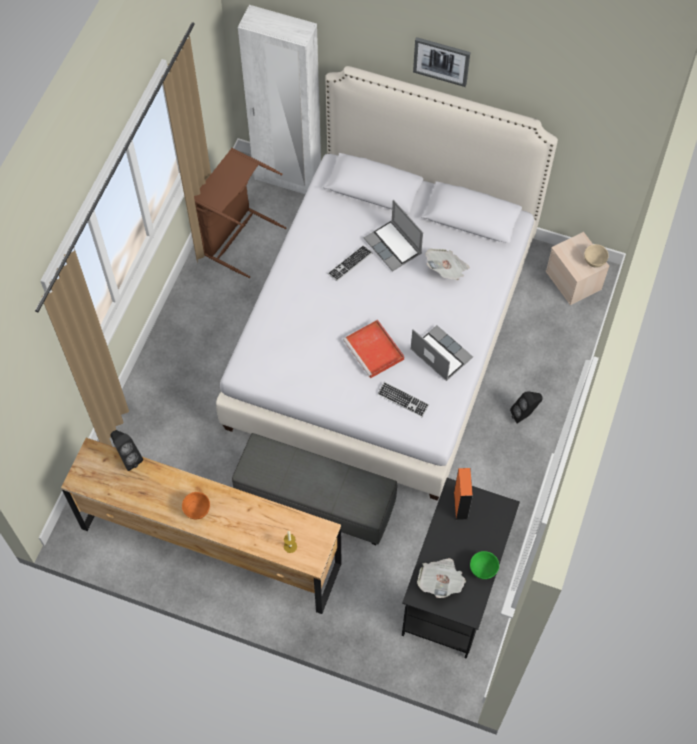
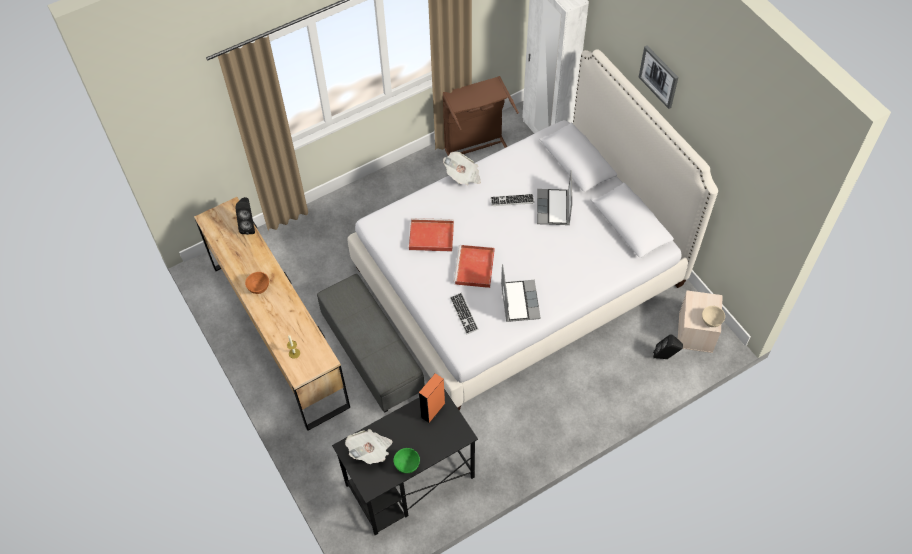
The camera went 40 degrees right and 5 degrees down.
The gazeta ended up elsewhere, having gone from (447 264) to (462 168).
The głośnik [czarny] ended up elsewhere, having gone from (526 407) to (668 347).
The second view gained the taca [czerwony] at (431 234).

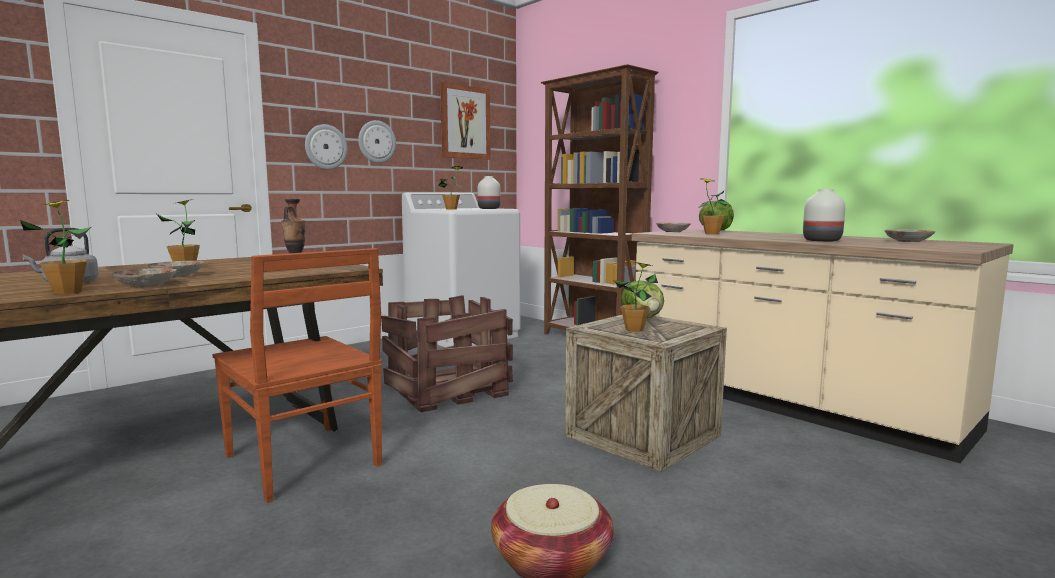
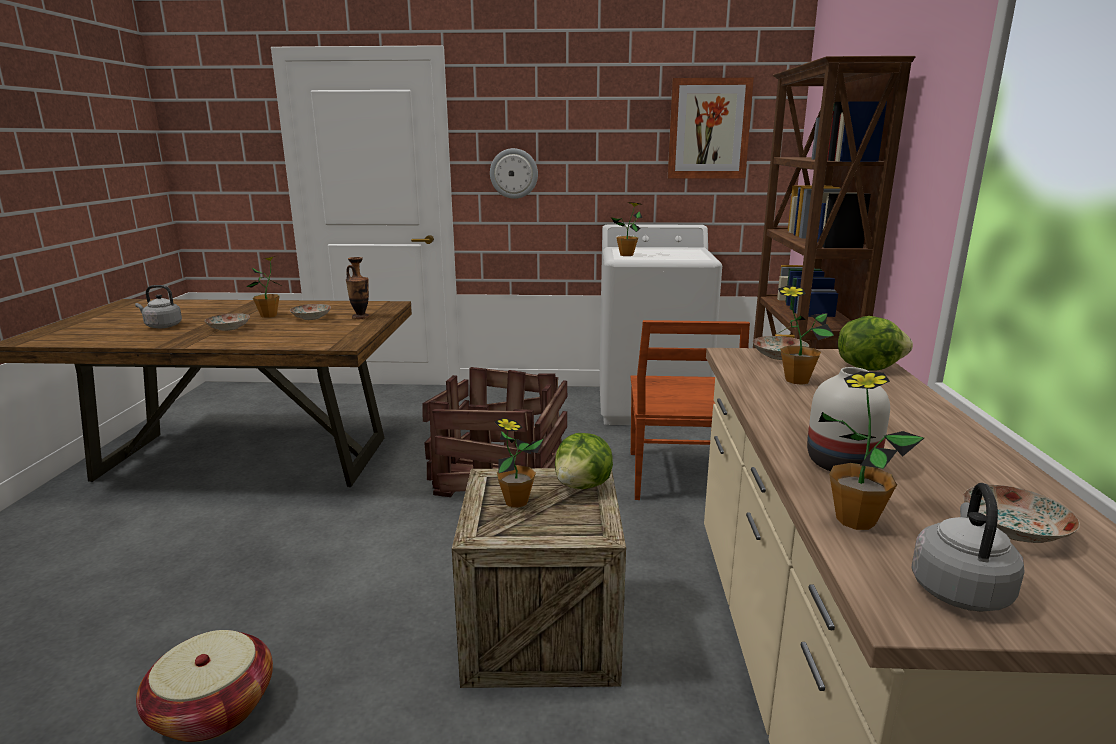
The camera went 45 degrees right and 10 degrees up.
The roślina doniczkowa ended up elsewhere, having gone from (55 247) to (871 450).
The talerz ended up elsewhere, having gone from (144 277) to (310 312).
The krzesło [brązowy] ended up elsewhere, having gone from (297 375) to (690 410).
The second view lost the zegar ścienny at (377 141).
The second view lost the wazon [biały] at (489 192).
The second view gained the czajnik [szary] at (968 547).

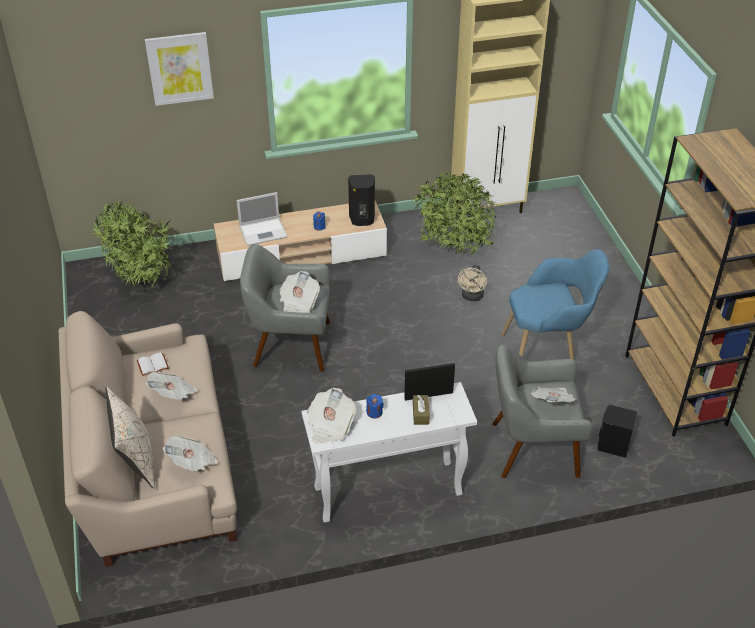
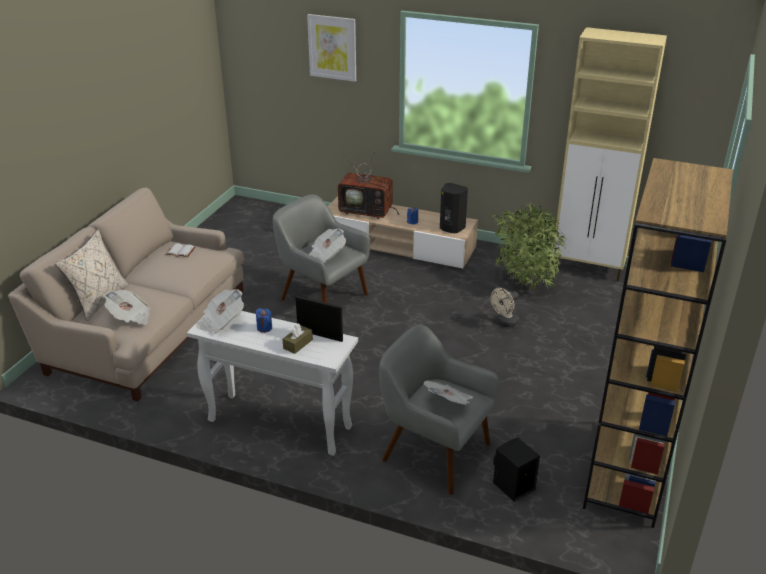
The camera went 35 degrees right and 10 degrees down.
The second view lost the roślina doniczkowa at (131 243).
The second view lost the gazeta at (171 386).
Where the laptop stood at (261 219), the telewizor came to stand at (368 186).
The second view lost the fotel [niebieski] at (555 304).

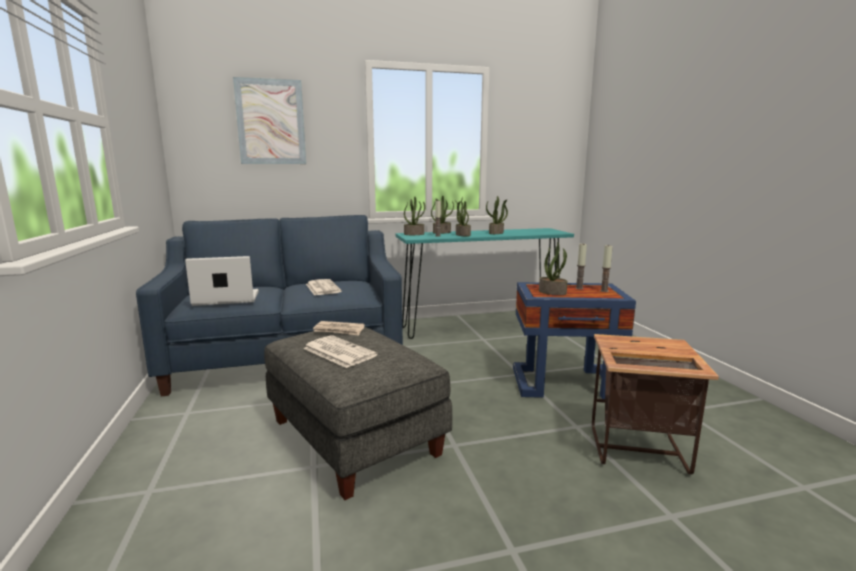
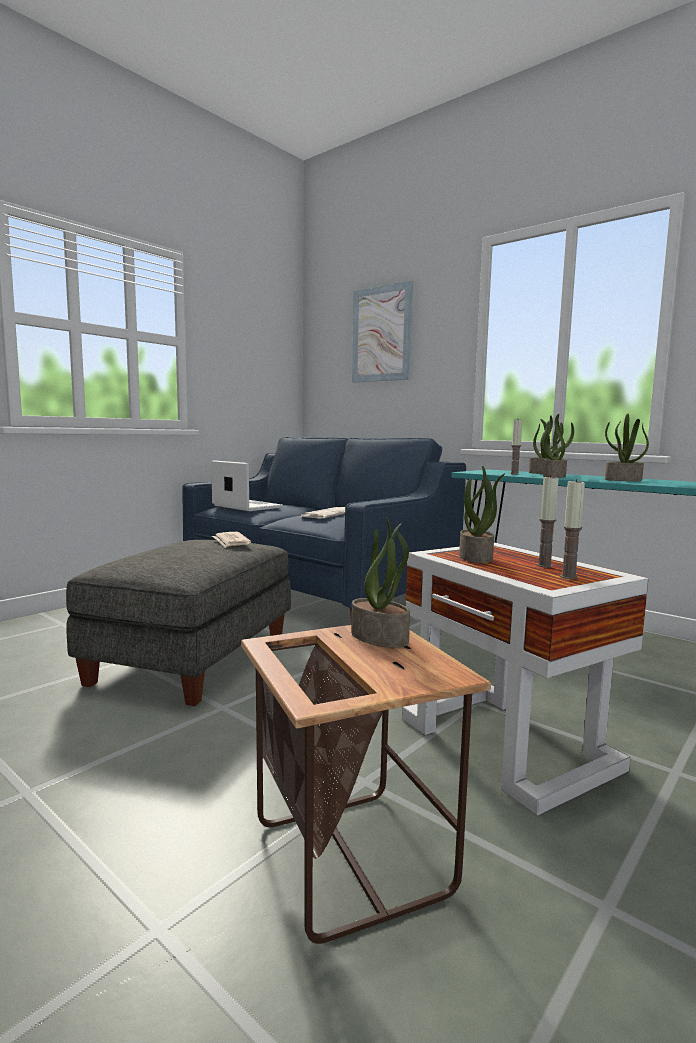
The camera went 55 degrees right and 5 degrees down.
The second view lost the gazeta at (340 351).
The roślina doniczkowa ended up elsewhere, having gone from (414 216) to (380 582).
What was the stolik [niebieski] at (574 340) turned into the stolik [biały] at (525 679).

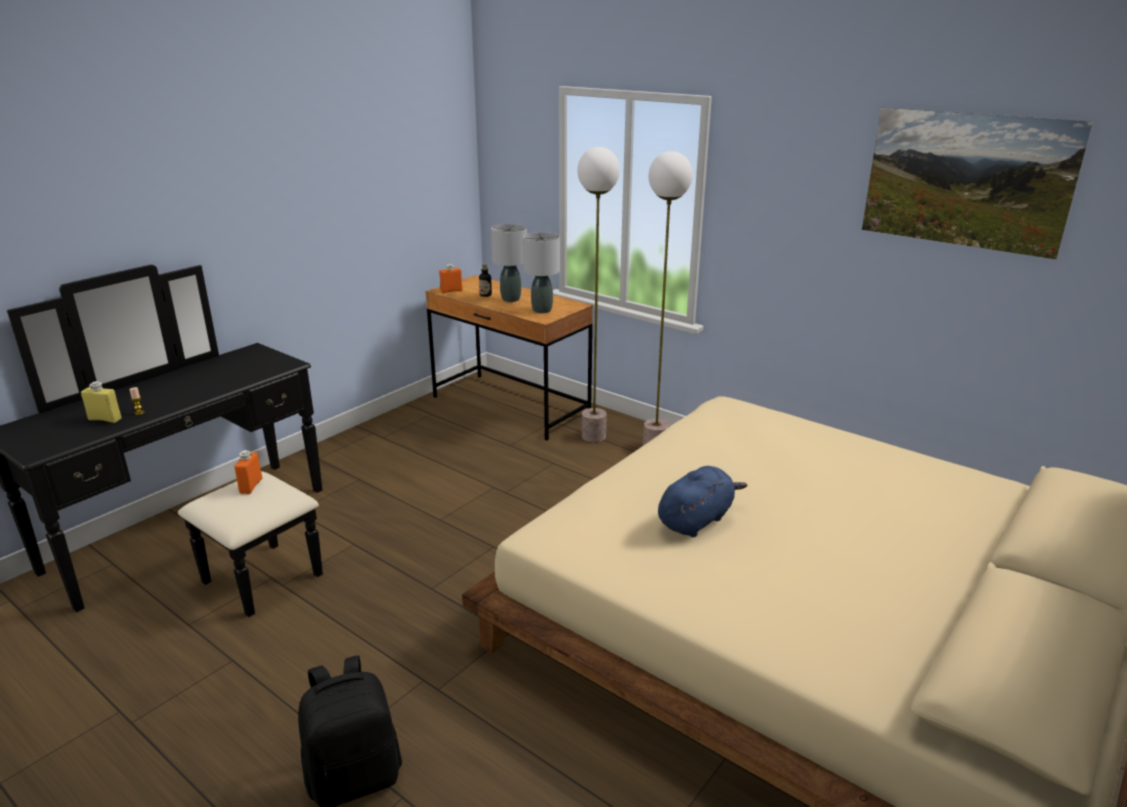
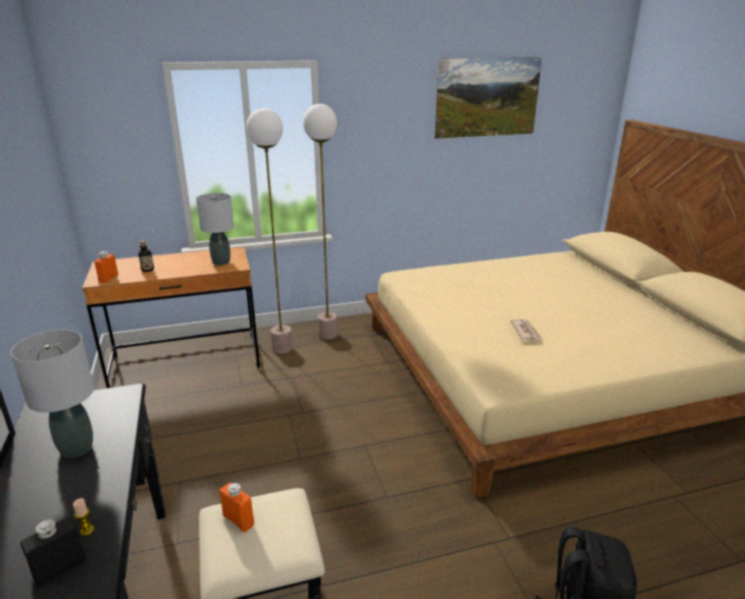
The camera went 55 degrees left and 0 degrees up.
What was the butelka [żółty] at (101 402) turned into the butelka [czarny] at (53 552).
The lampa stołowa [szary] ended up elsewhere, having gone from (509 263) to (52 394).
Where the pluszak [niebieski] stood at (703 501), the gazeta came to stand at (526 330).

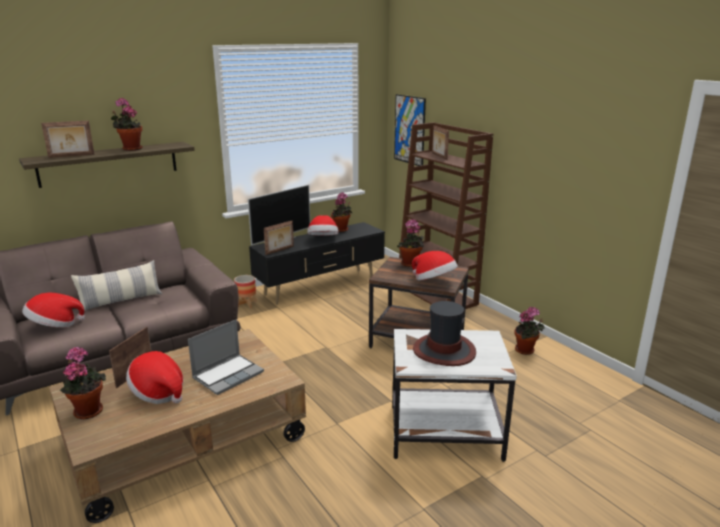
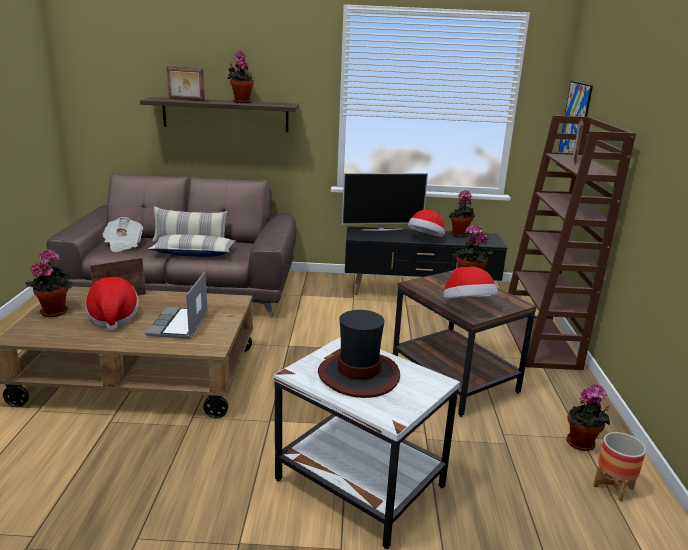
The camera went 35 degrees right and 0 degrees up.
Where the kapelusz stood at (53 310), the gazeta came to stand at (122 234).
The laptop at (226 357) ended up facing another way, 105 degrees clockwise from before.
The donica ended up elsewhere, having gone from (245 292) to (619 466).
The second view lost the ramka na zdjęcie at (279 237).
The second view gained the poduszka at (192 245).

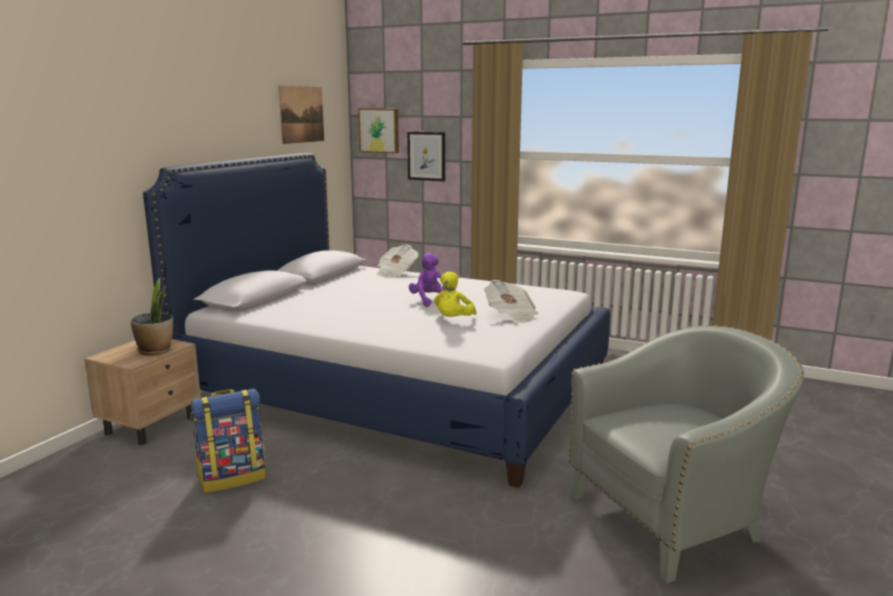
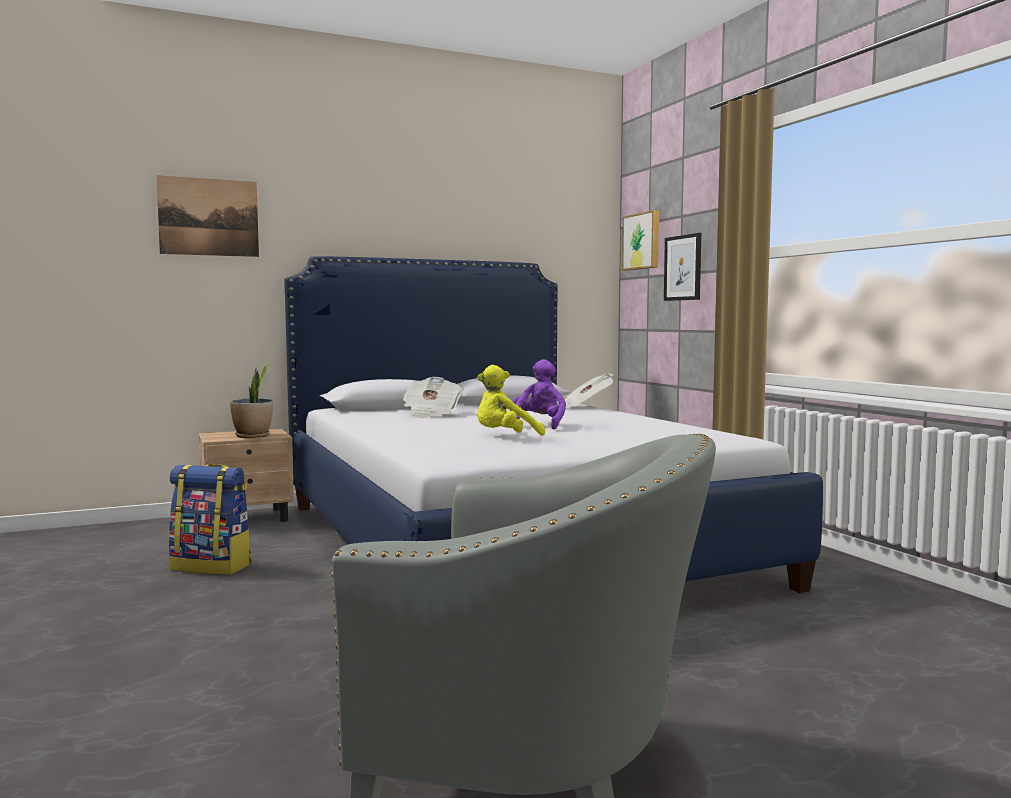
The camera went 40 degrees right and 10 degrees down.
The obraz ended up elsewhere, having gone from (301 115) to (208 216).
The gazeta ended up elsewhere, having gone from (511 302) to (432 397).

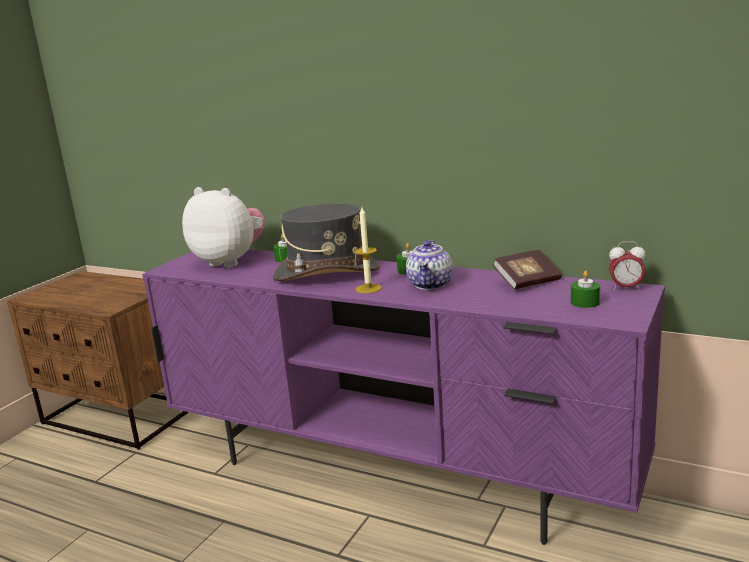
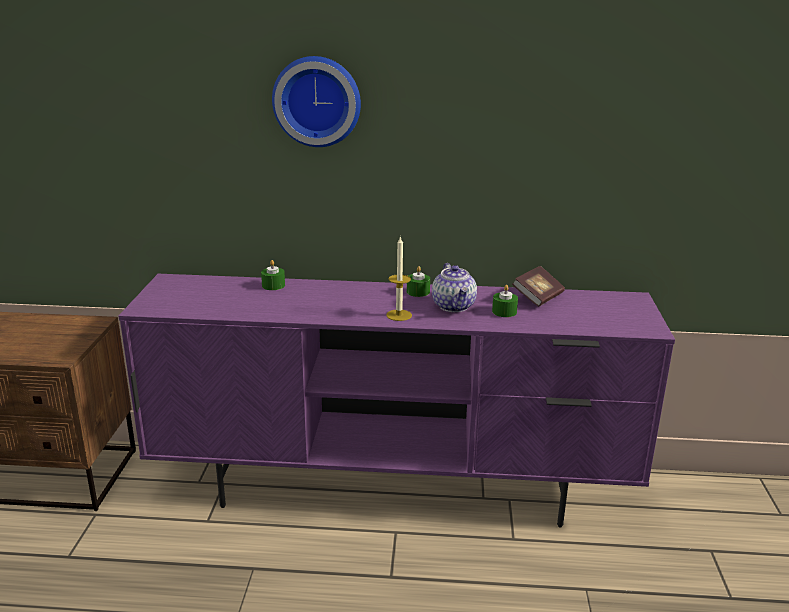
The camera went 25 degrees left and 5 degrees up.
The second view lost the pluszak at (223 227).
The second view lost the kapelusz [szary] at (326 242).
The świeca [zielony] ended up elsewhere, having gone from (585 289) to (505 301).
The second view lost the budzik at (627 266).
The second view gained the zegar ścienny at (316 101).

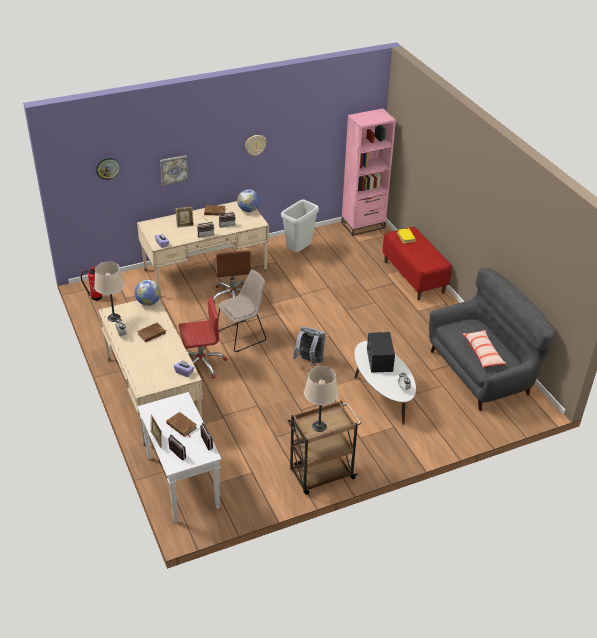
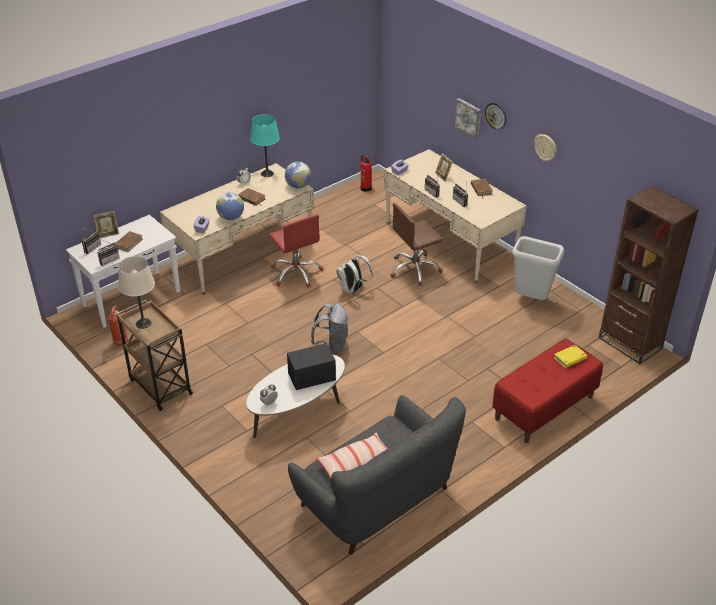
The camera went 75 degrees right and 0 degrees up.
What was the lampa stołowa [beżowy] at (109 291) turned into the lampa stołowa [turkusowy] at (265 145).
The zegar ścienny ended up elsewhere, having gone from (108 168) to (496 116).
Where the krzesło [beżowy] stood at (242 311), the plecak [biały] came to stand at (354 274).
The globus ended up elsewhere, having gone from (248 200) to (230 206).
What was the regał [różowy] at (368 172) turned into the regał [brązowy] at (649 274).
The second view gained the gaśnica at (118 325).

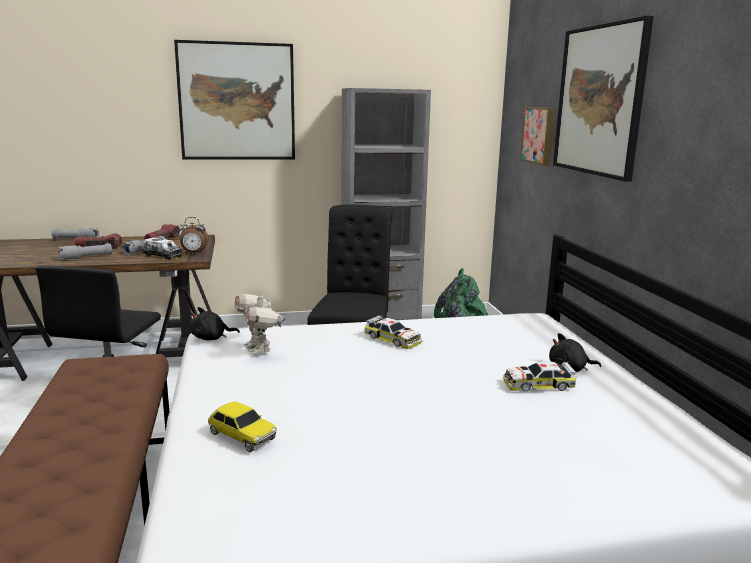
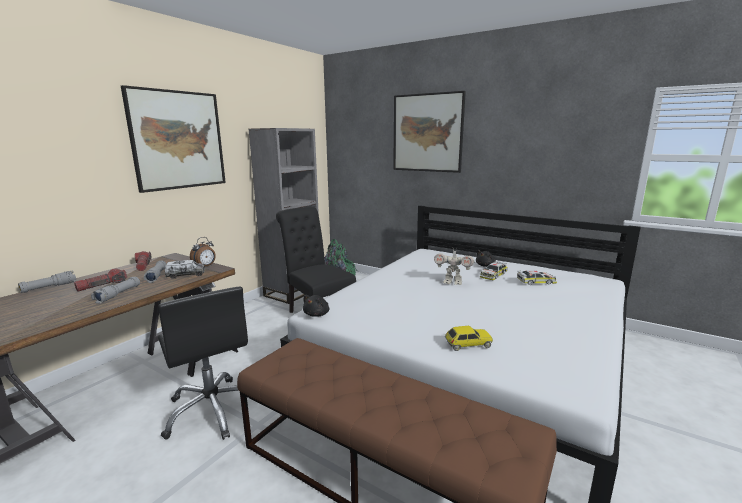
The camera went 45 degrees left and 0 degrees up.
The robot zabawkowy ended up elsewhere, having gone from (259 322) to (454 267).
The samochodzik ended up elsewhere, having gone from (393 332) to (537 277).
The second view lost the obraz at (537 136).

